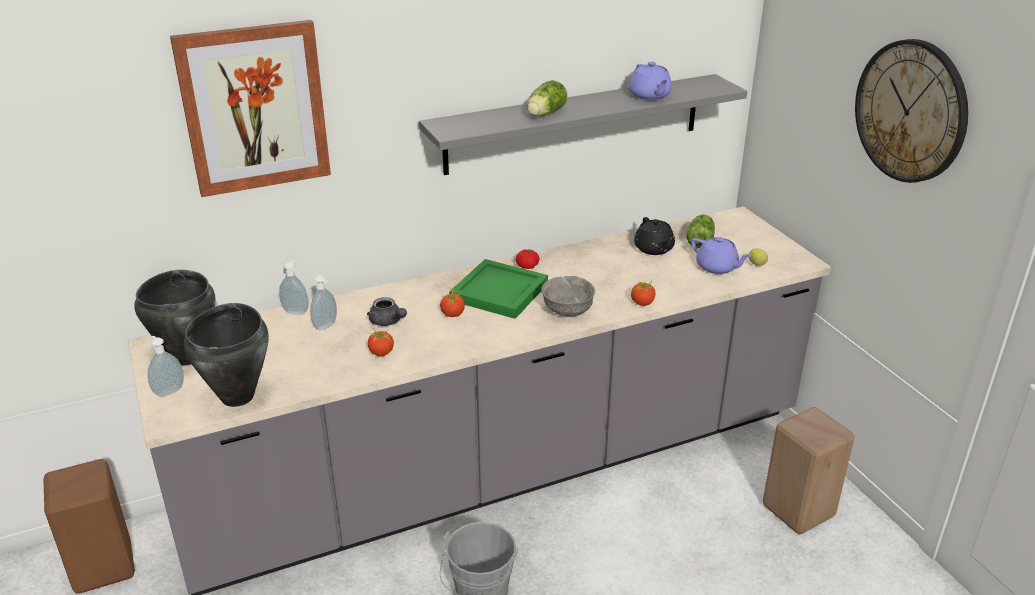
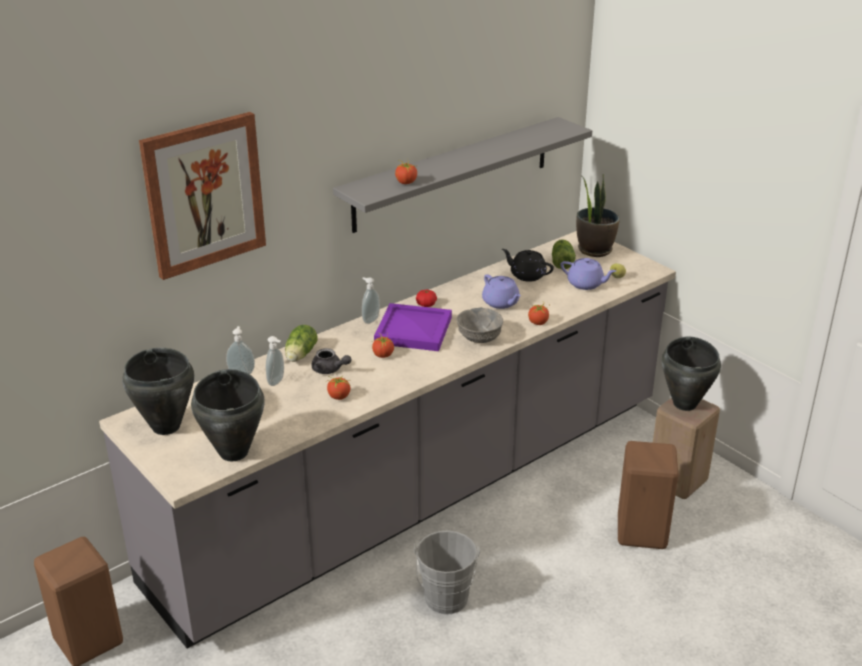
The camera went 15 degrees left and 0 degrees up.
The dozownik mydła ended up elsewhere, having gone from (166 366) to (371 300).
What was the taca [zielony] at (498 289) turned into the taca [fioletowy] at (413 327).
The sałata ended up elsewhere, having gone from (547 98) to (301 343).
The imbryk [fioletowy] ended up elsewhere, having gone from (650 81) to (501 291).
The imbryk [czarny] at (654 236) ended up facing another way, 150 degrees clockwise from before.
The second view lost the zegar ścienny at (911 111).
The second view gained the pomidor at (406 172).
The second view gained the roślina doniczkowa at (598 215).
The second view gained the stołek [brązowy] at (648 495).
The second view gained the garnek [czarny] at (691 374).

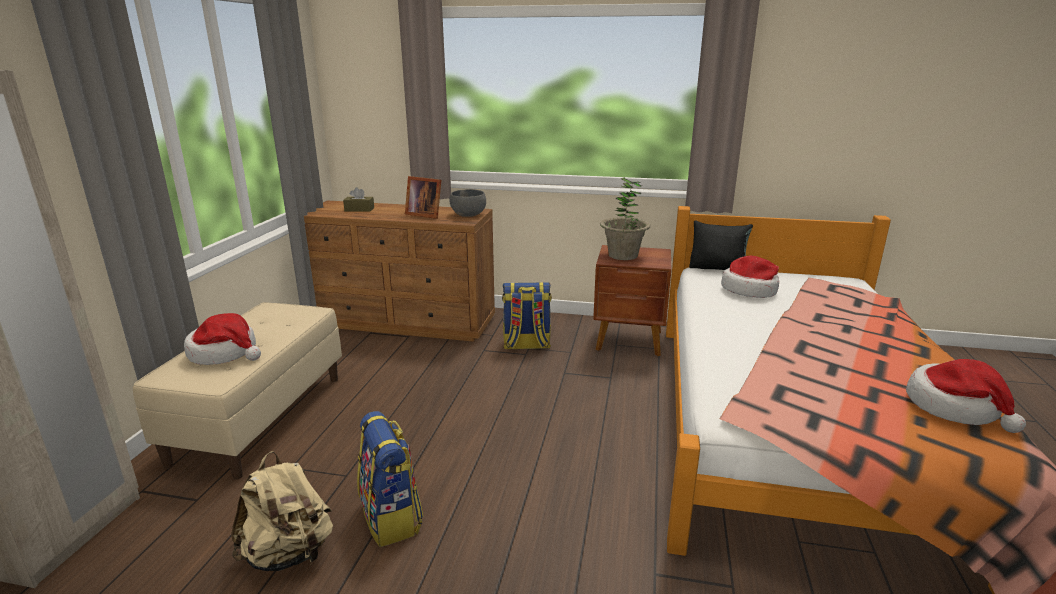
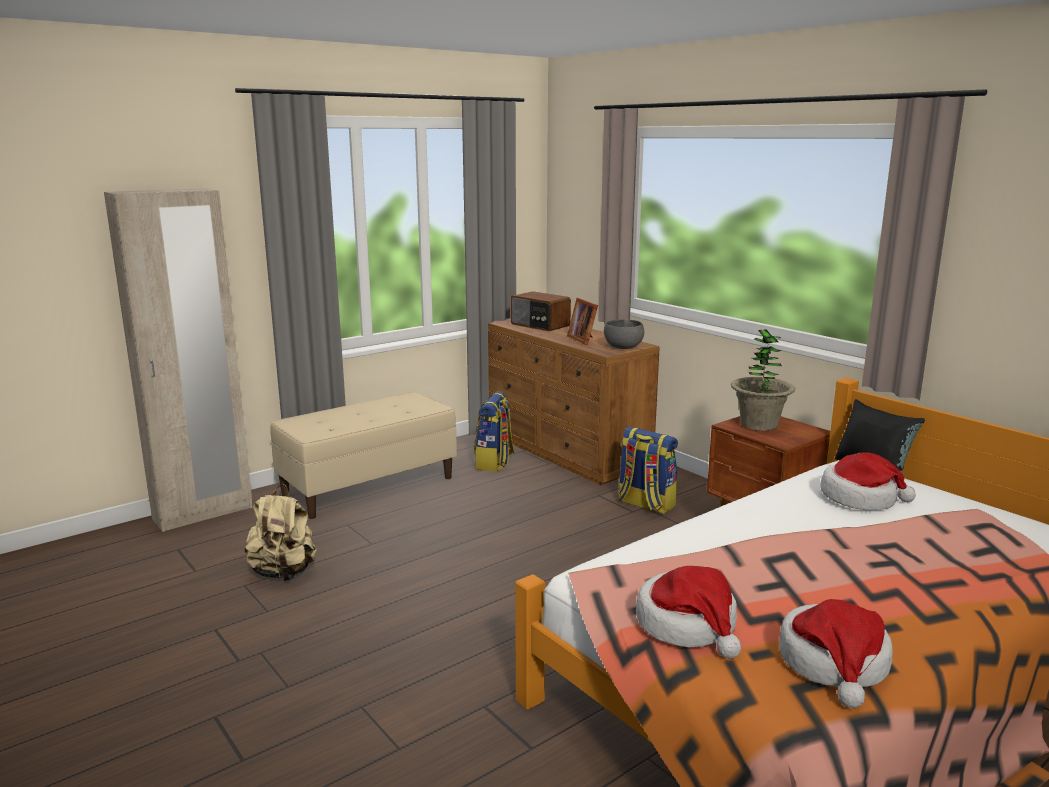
The camera went 40 degrees right and 5 degrees down.
The kapelusz ended up elsewhere, having gone from (222 339) to (688 612).
Where the pudełko chusteczek [brązowy] stood at (358 199), the radio came to stand at (541 311).
The plecak ended up elsewhere, having gone from (390 479) to (494 432).

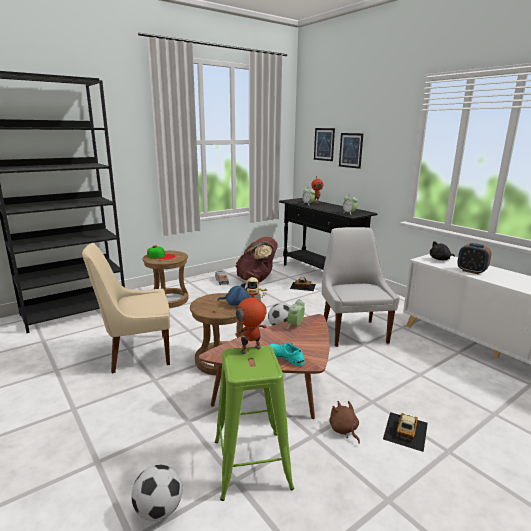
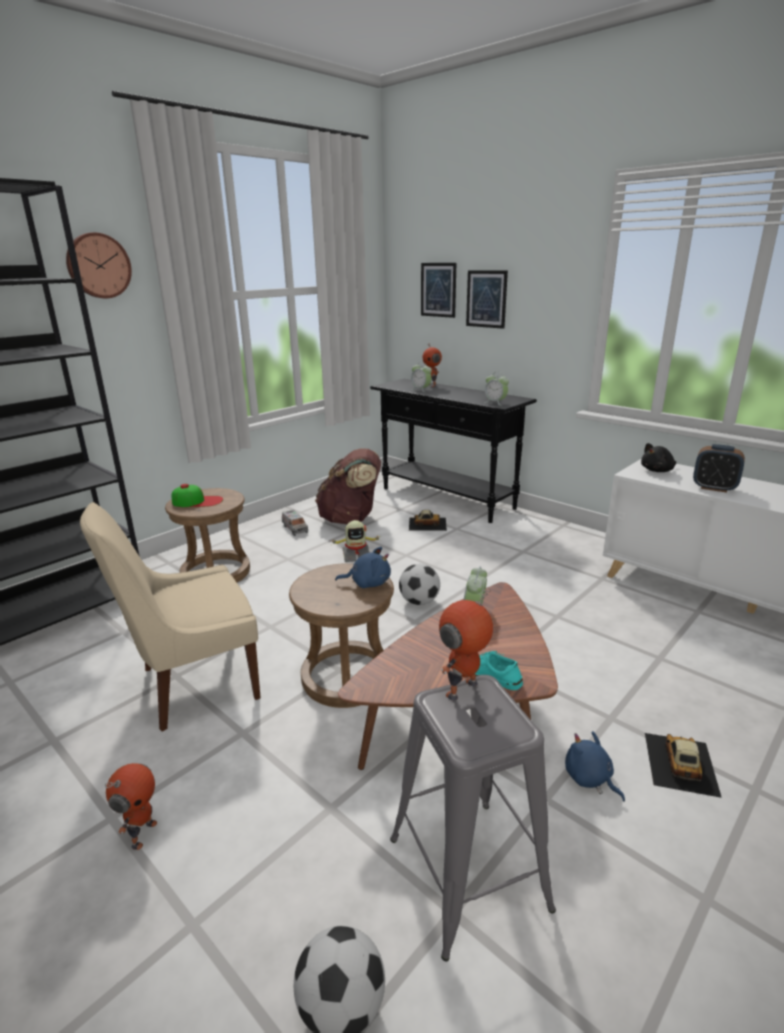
The camera went 10 degrees left and 5 degrees up.
What was the stołek [zielony] at (254 423) turned into the stołek [szary] at (473 818).
The second view lost the krzesło [biały] at (361 287).
What was the pluszak [brązowy] at (344 422) turned into the pluszak [niebieski] at (595 766).
The second view gained the zegar ścienny at (99 265).
The second view gained the robot zabawkowy at (131 806).

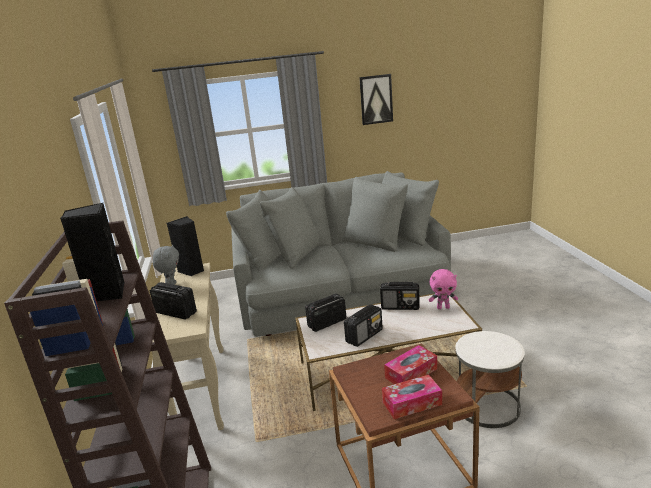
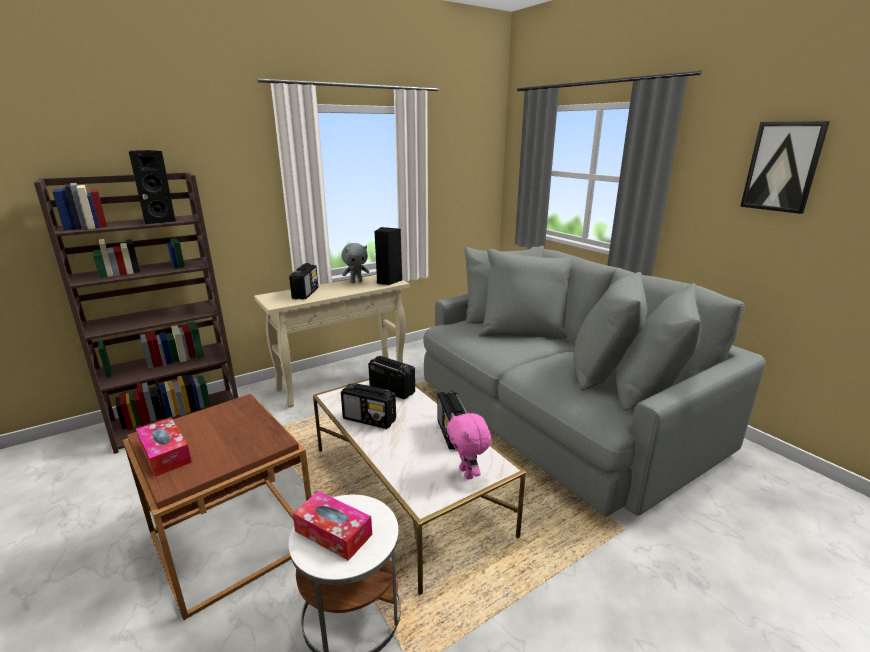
The camera went 65 degrees right and 0 degrees up.
The pudełko chusteczek ended up elsewhere, having gone from (410 364) to (332 526).

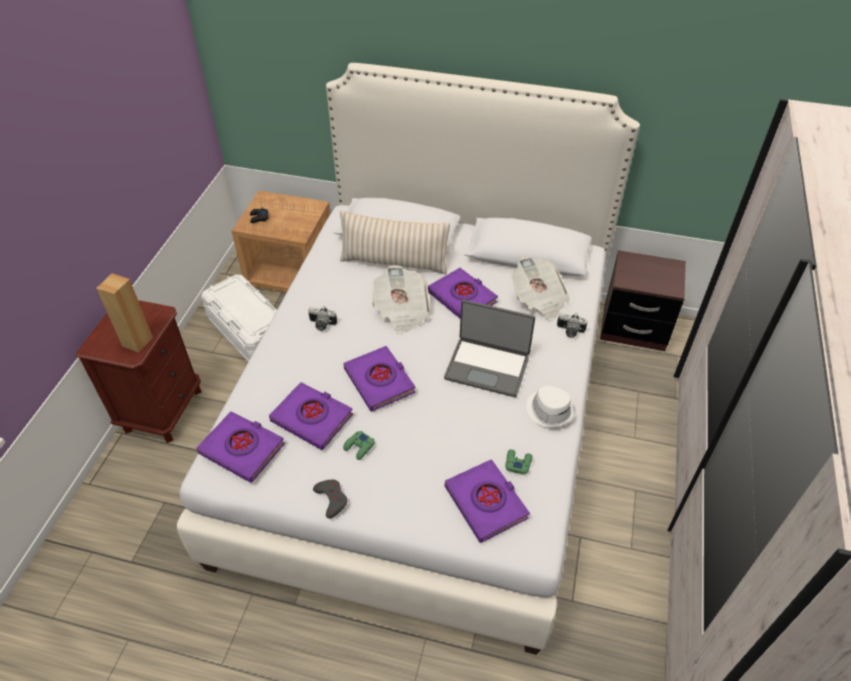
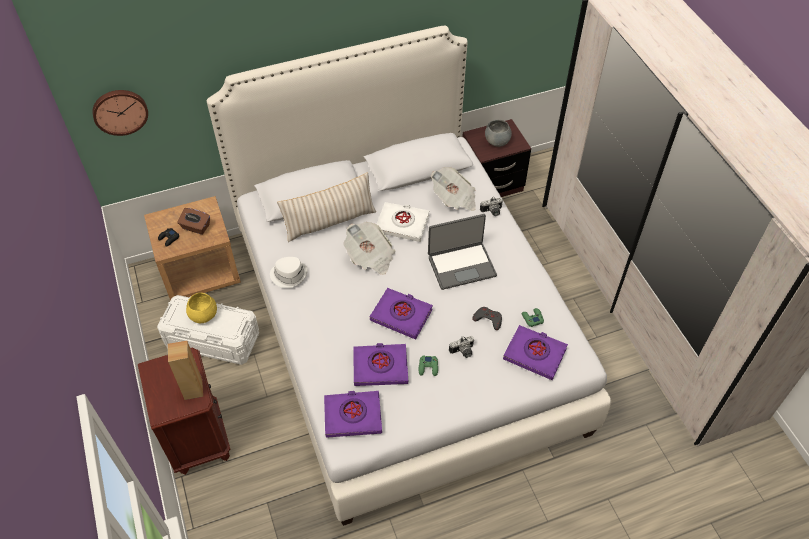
The camera went 35 degrees left and 5 degrees up.
The aparat fotograficzny ended up elsewhere, having gone from (322 318) to (461 347).
The pad do gier [szary] ended up elsewhere, having gone from (330 499) to (487 318).
What was the książka [fioletowy] at (463 293) turned into the książka [biały] at (402 222).
The kapelusz [biały] ended up elsewhere, having gone from (551 406) to (289 272).
The second view gained the zegar ścienny at (120 113).
The second view gained the pudełko chusteczek [brązowy] at (193 221).
The second view gained the miska [żółty] at (201 308).
The second view gained the miska [szary] at (498 133).

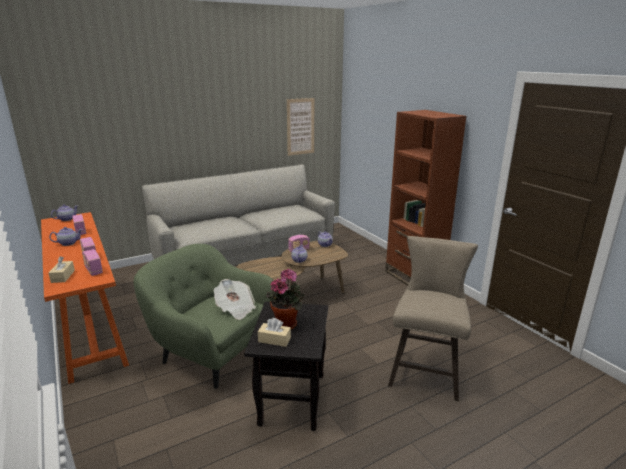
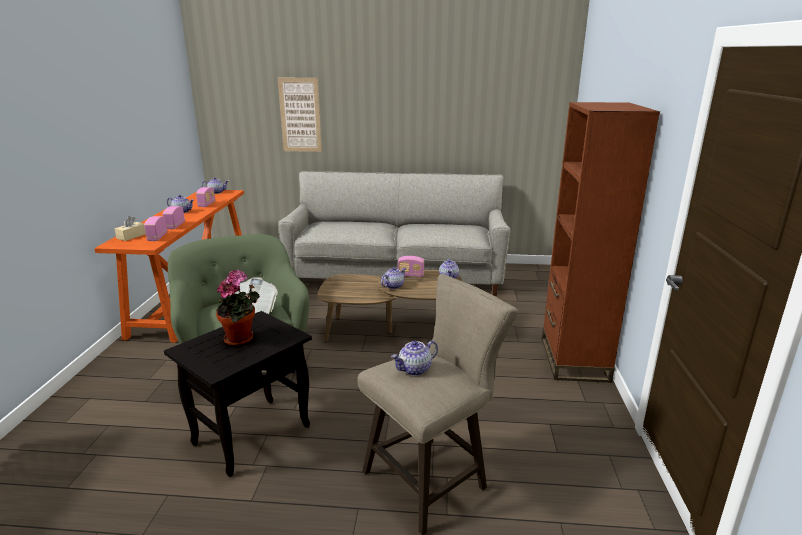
The camera went 35 degrees right and 0 degrees up.
The second view lost the pudełko chusteczek [beżowy] at (274 332).
The obraz ended up elsewhere, having gone from (300 127) to (300 115).
The second view gained the imbryk at (414 358).

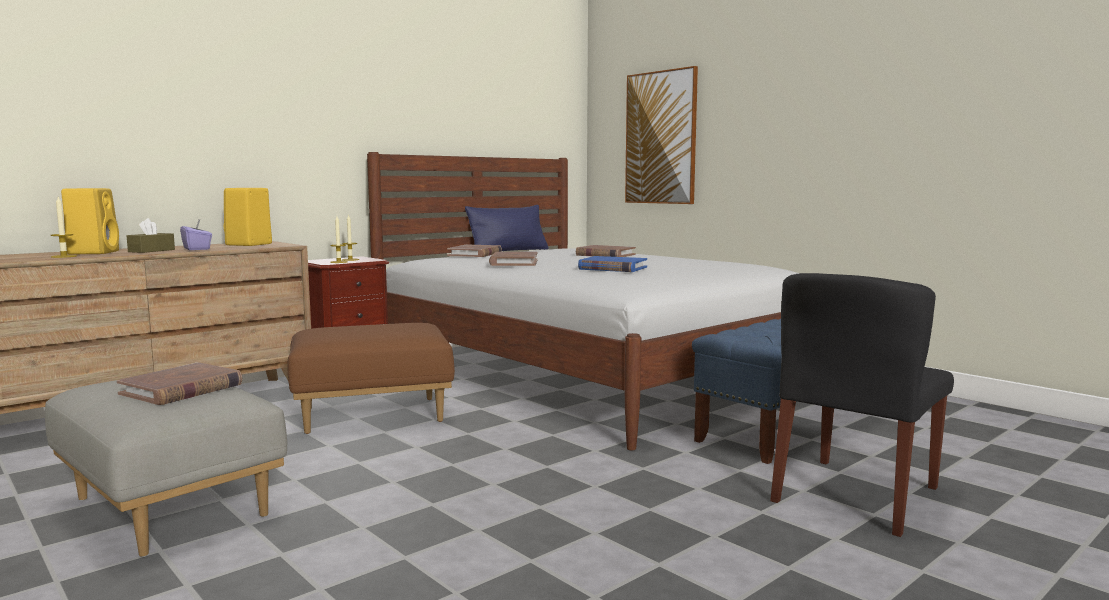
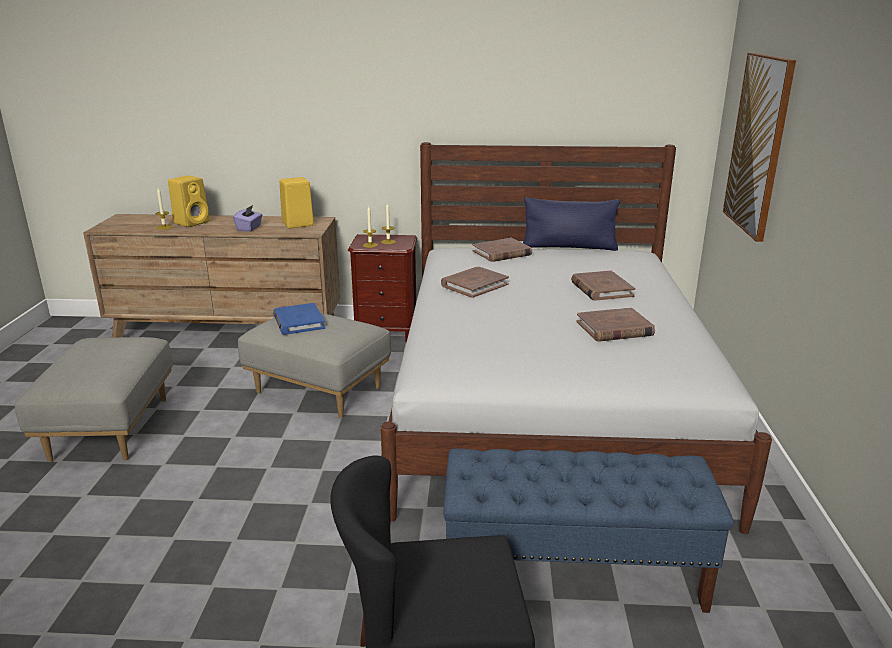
The camera went 45 degrees right and 15 degrees up.
The książka [brązowy] ended up elsewhere, having gone from (179 383) to (616 324).
The second view lost the pudełko chusteczek [brązowy] at (151 235).
What was the pufa [brązowy] at (371 378) turned into the pufa [szary] at (314 365).
The książka [niebieski] ended up elsewhere, having gone from (612 264) to (299 319).

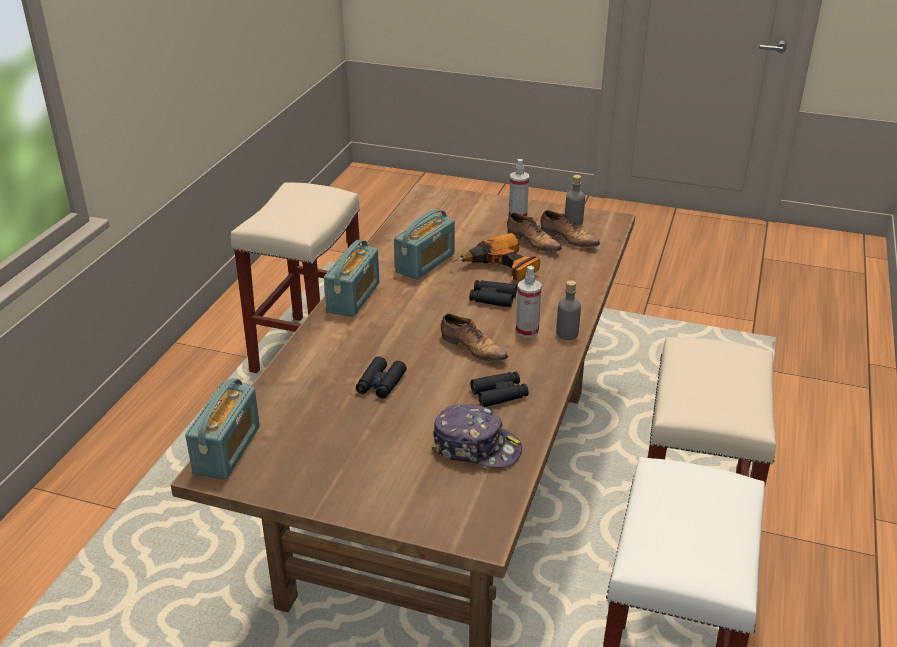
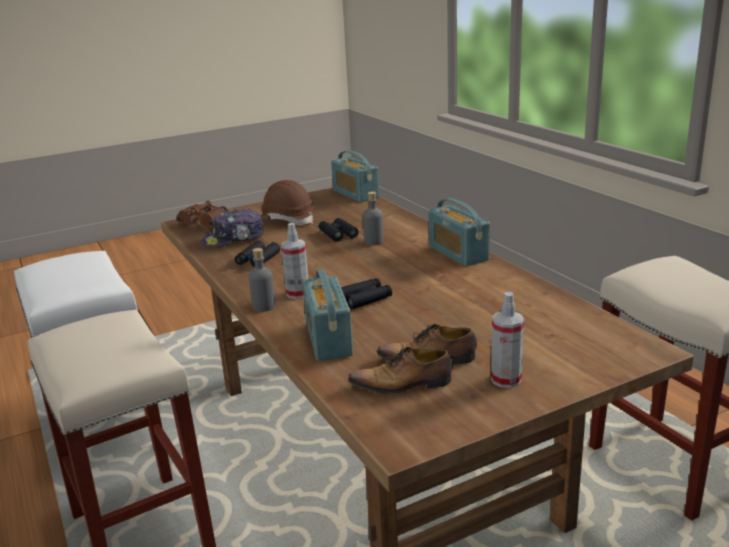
The camera went 135 degrees right and 10 degrees down.
The radio ended up elsewhere, having gone from (424 244) to (327 315).
The second view lost the but at (474 338).
The second view lost the wiertarka at (495 257).
The butelka [szary] ended up elsewhere, having gone from (575 200) to (373 218).
The second view gained the lornetka [brązowy] at (202 214).
The second view gained the kask [brązowy] at (287 202).

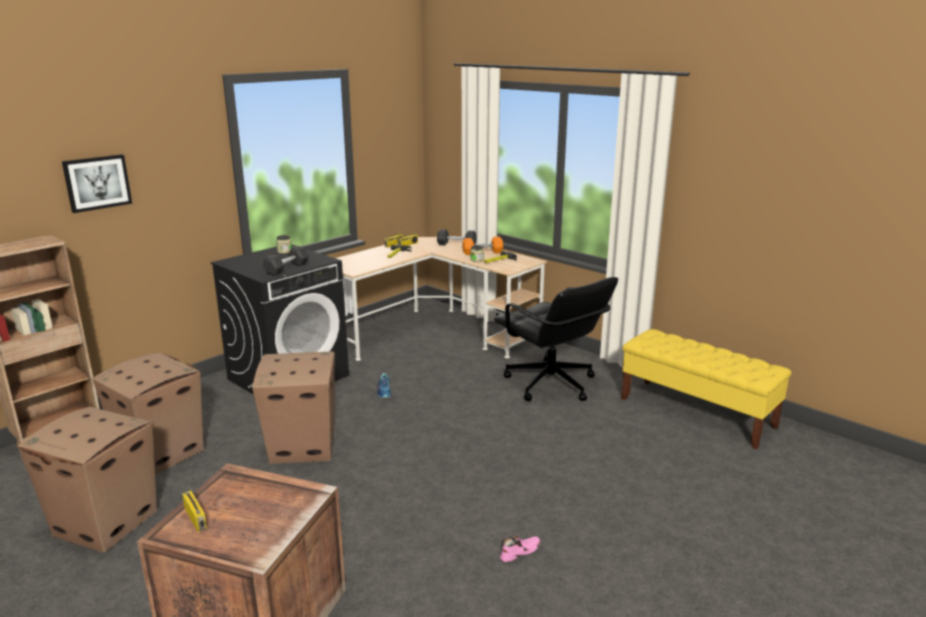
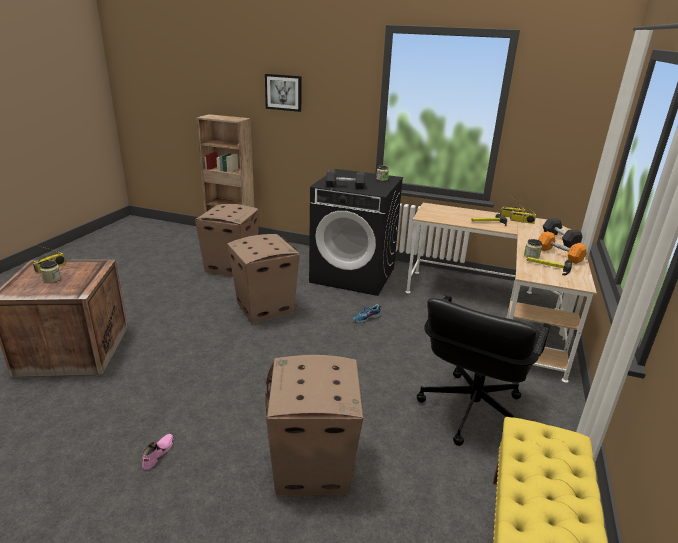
The camera went 65 degrees right and 5 degrees up.
The karton ended up elsewhere, having gone from (87 480) to (314 425).
The but [różowy] at (520 549) ended up facing another way, 105 degrees counterclockwise from before.
The second view gained the słoik at (50 272).

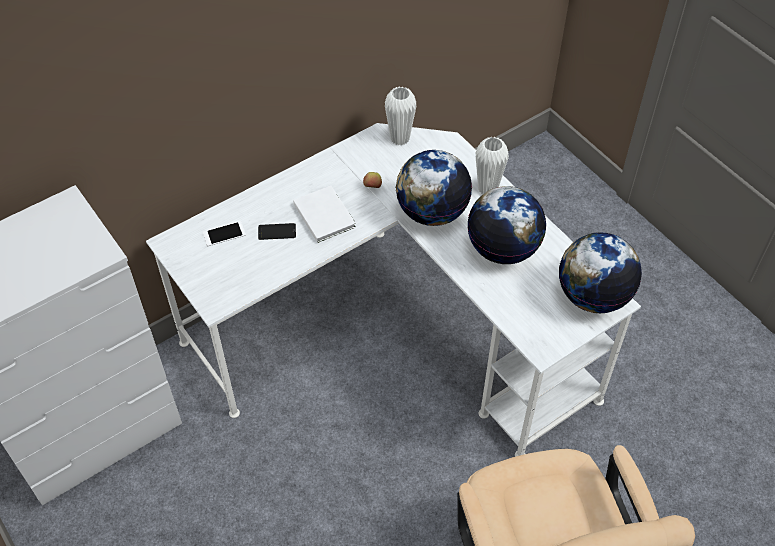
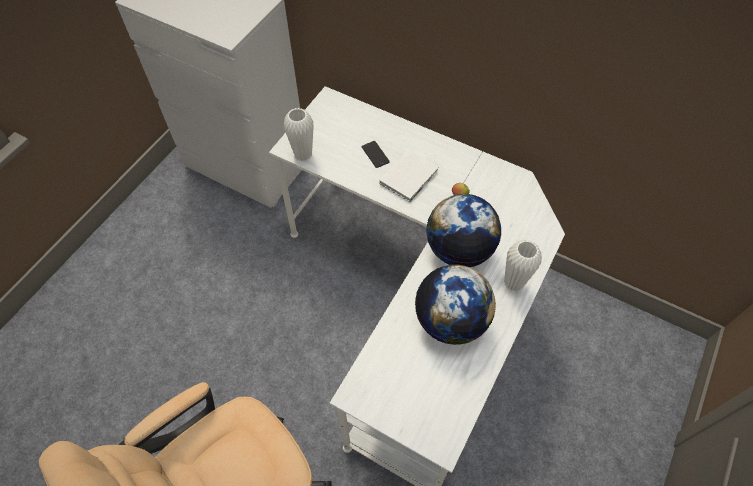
The camera went 65 degrees right and 5 degrees up.
The second view lost the telefon at (224 233).
The wazon [biały] ended up elsewhere, having gone from (400 115) to (299 134).
The second view lost the globus at (600 272).

